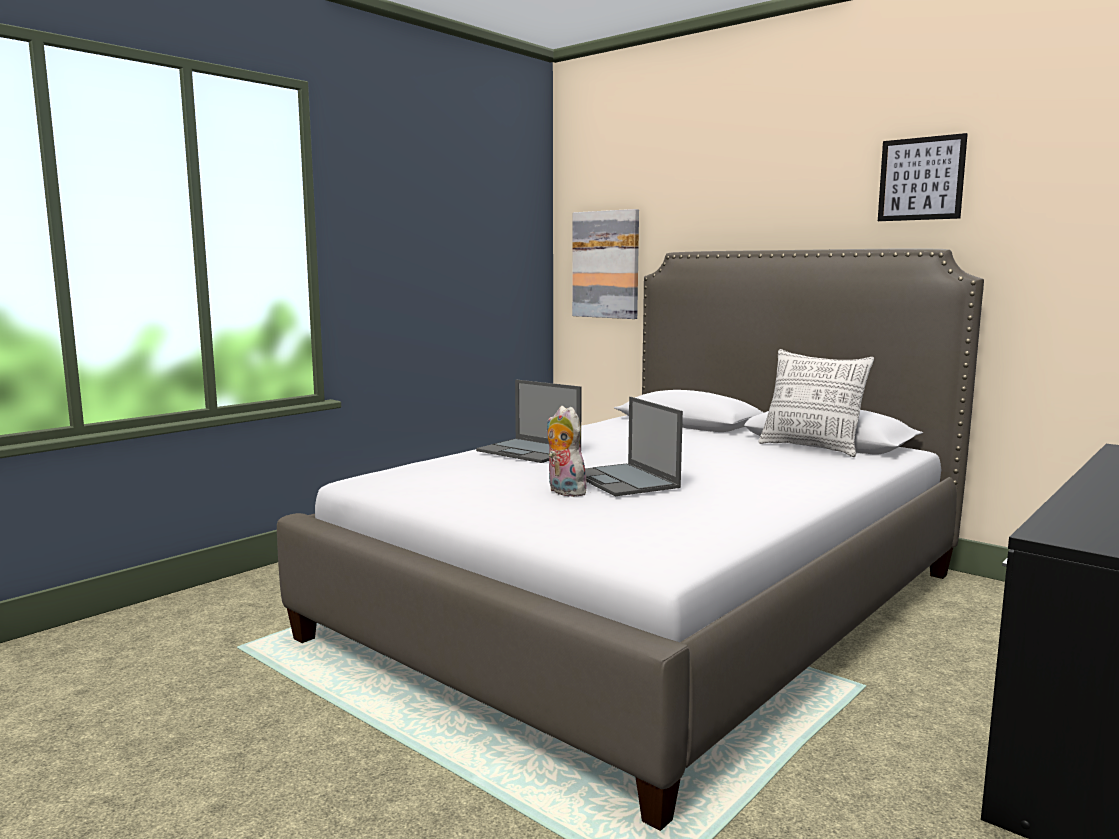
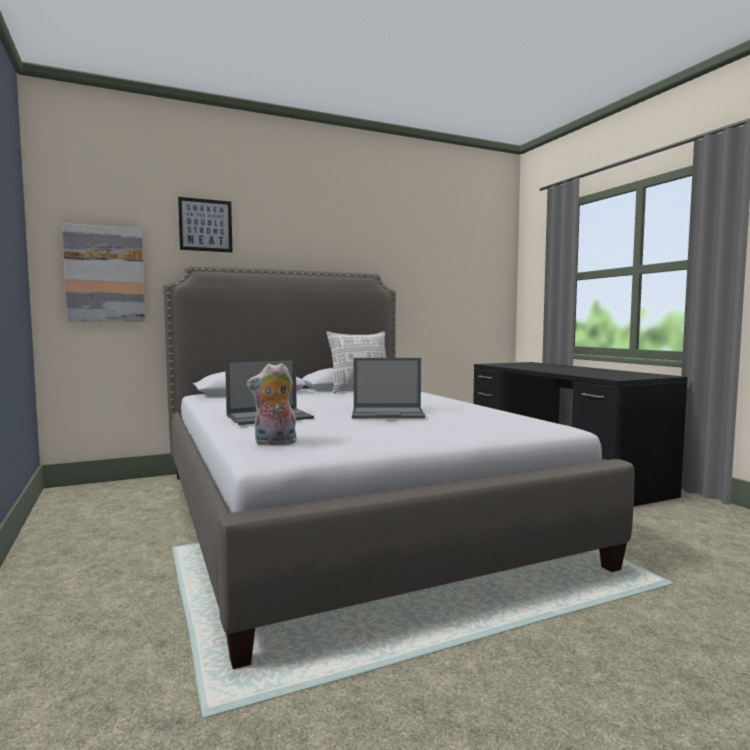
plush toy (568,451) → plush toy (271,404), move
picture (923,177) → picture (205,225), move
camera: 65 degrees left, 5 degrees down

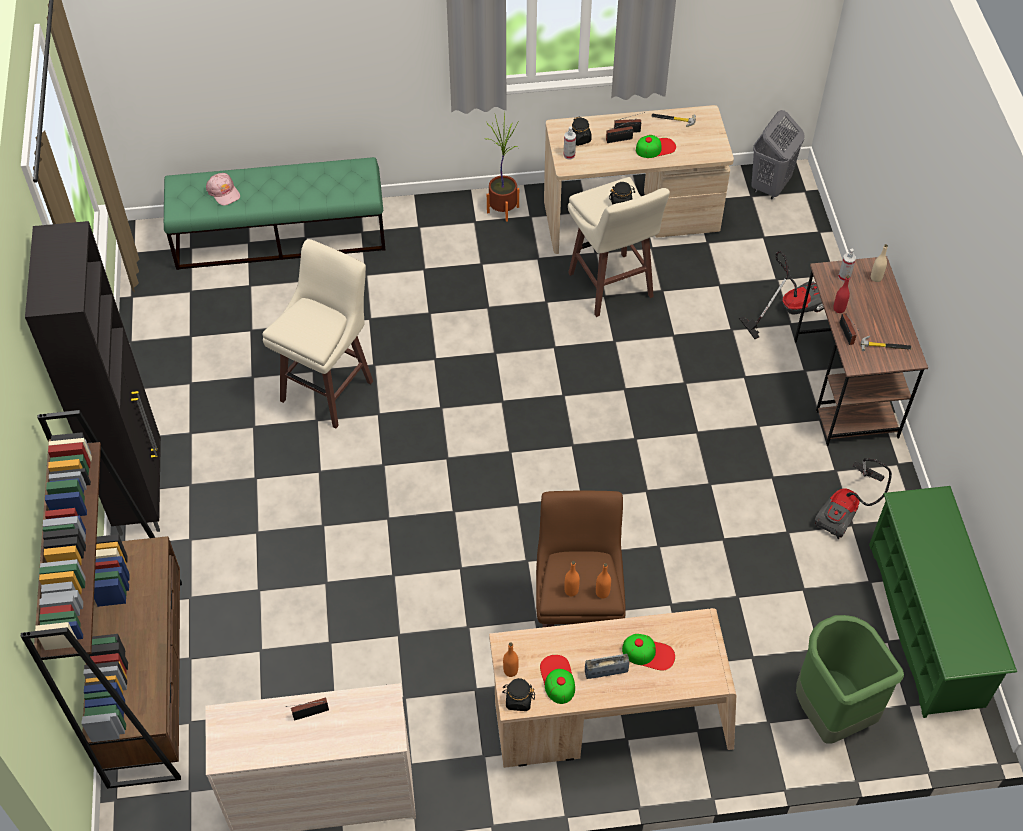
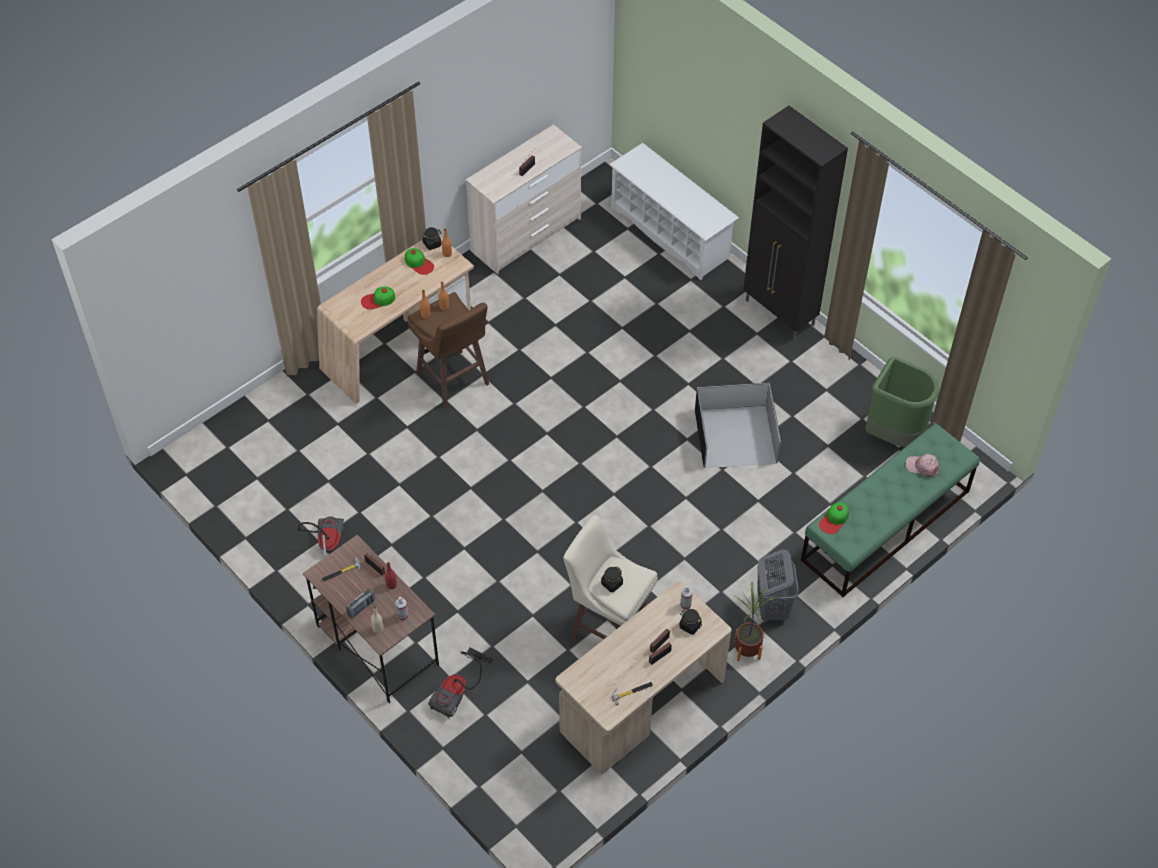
brown bookcase (101,599) → white shoe rack (674,211)
beige stool (317,333) → black storage box (738,425)
radio (607,666) → radio (360,603), move
cap (656,146) → cap (834,518), move
grey laundry basket (778,154) → grey laundry basket (778,585), move
green trash can (850,679) → green trash can (902,402), move
green shoe rack (943,602) → -
camera: 145 degrees right, 0 degrees up

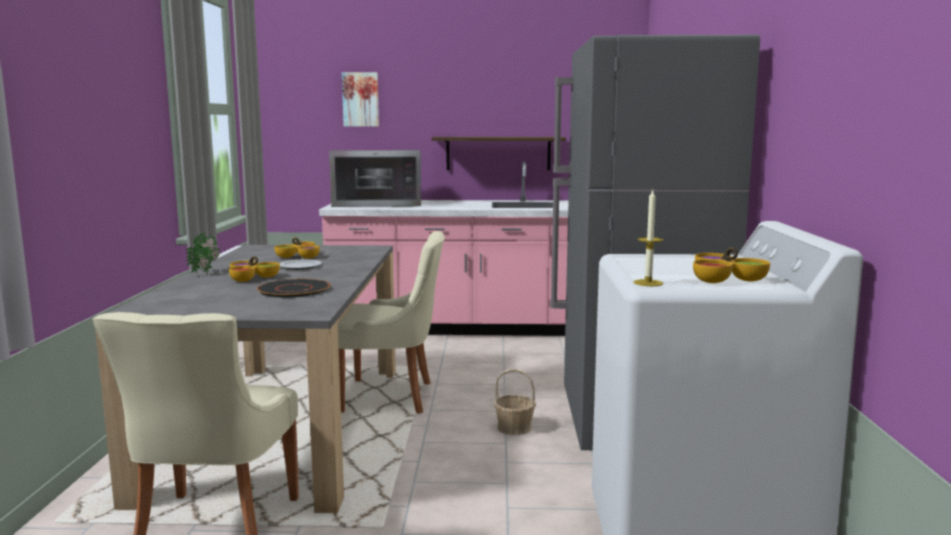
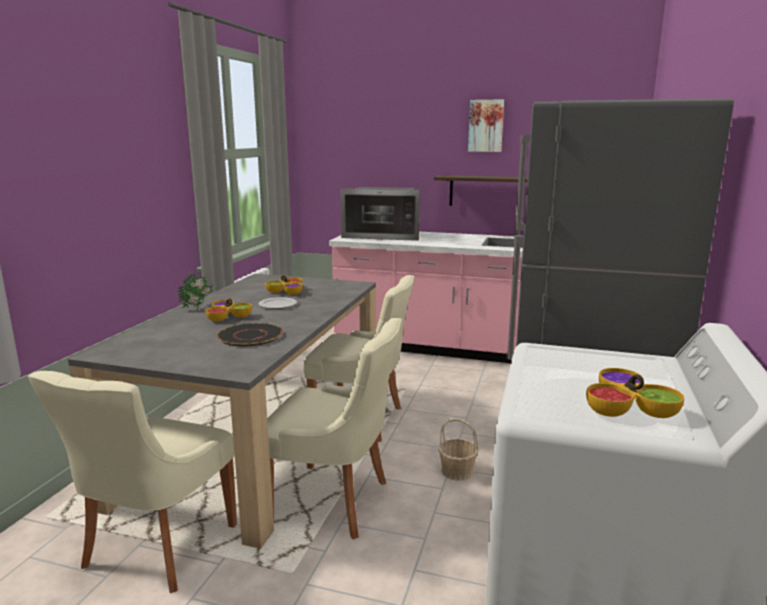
picture (360,99) → picture (486,125), move
candle (648,237) → -
- → beige chair (334,428)
camera: 15 degrees right, 5 degrees up

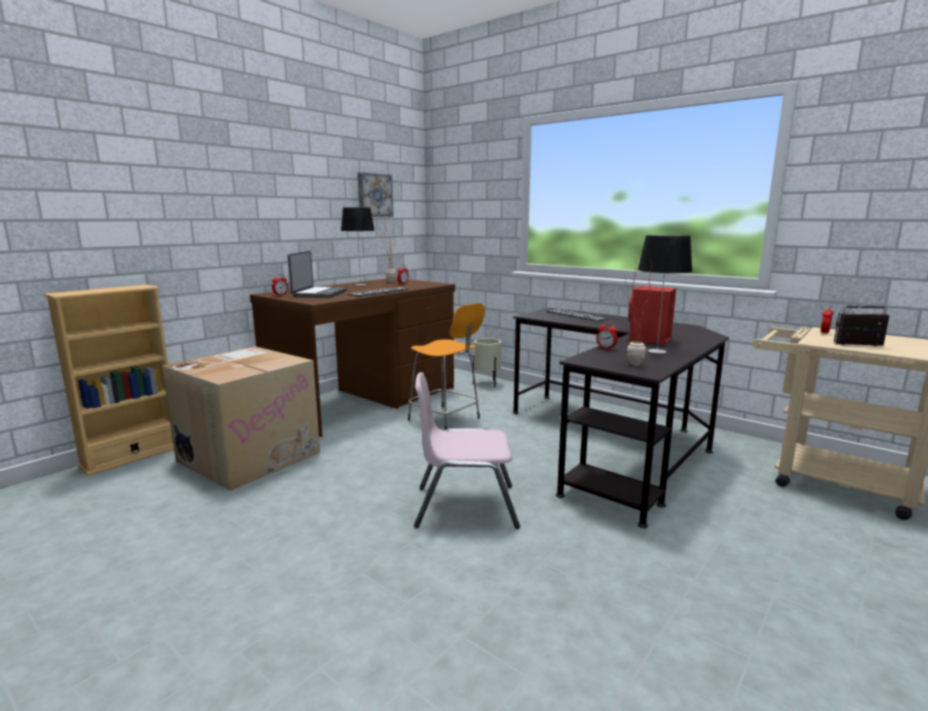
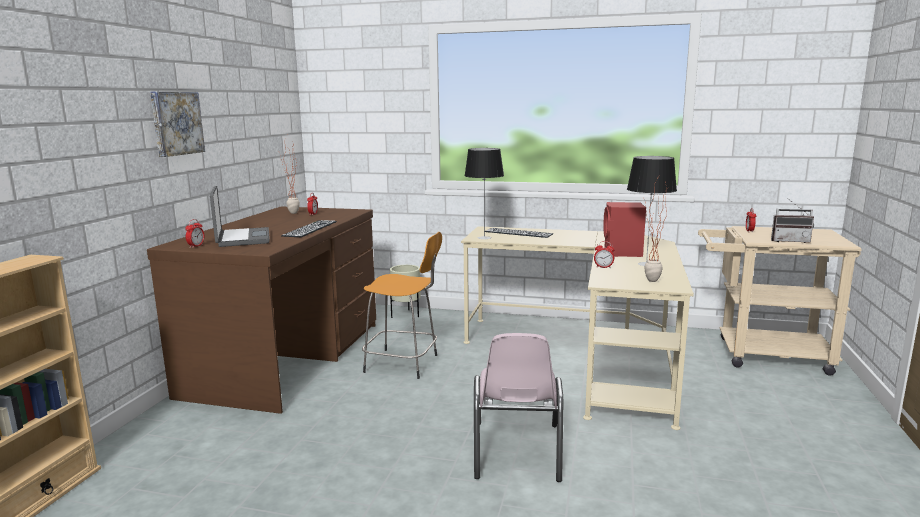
cardboard box (241,418) → -
table lamp (358,246) → table lamp (484,193), move
picture (375,194) → picture (177,124), move
pink chair (467,450) → pink chair (518,407), 60 degrees counterclockwise
black desk (621,418) → beige desk (577,328)
radio (862,322) → radio (792,221), 150 degrees counterclockwise
camera: 25 degrees left, 0 degrees up

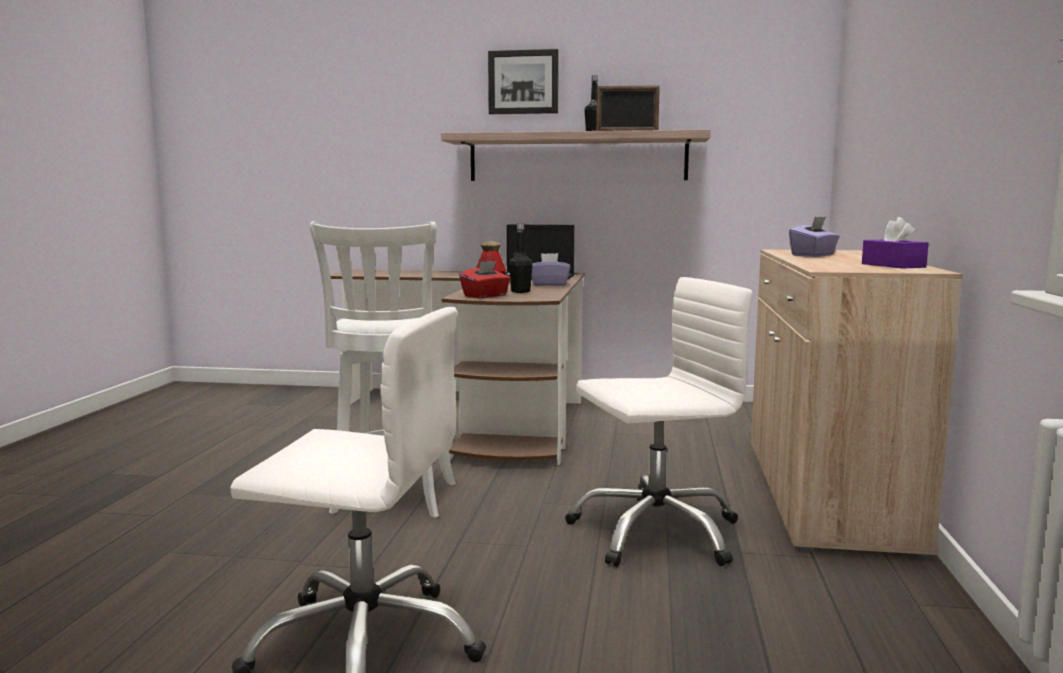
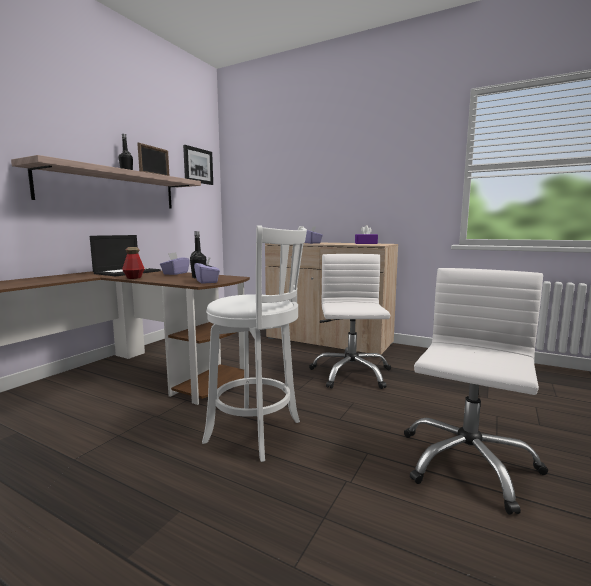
red tissue box (485,279) → purple tissue box (207,270)
picture (523,81) → picture (198,165), move
camera: 70 degrees left, 0 degrees up

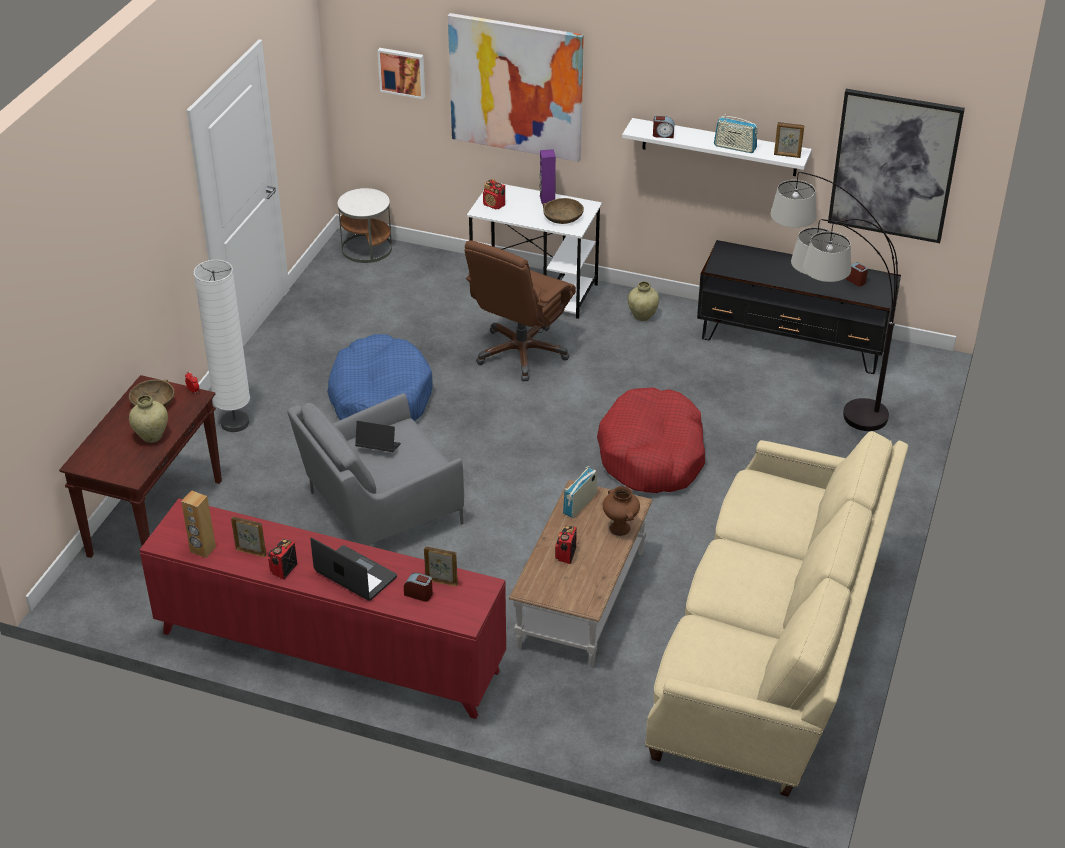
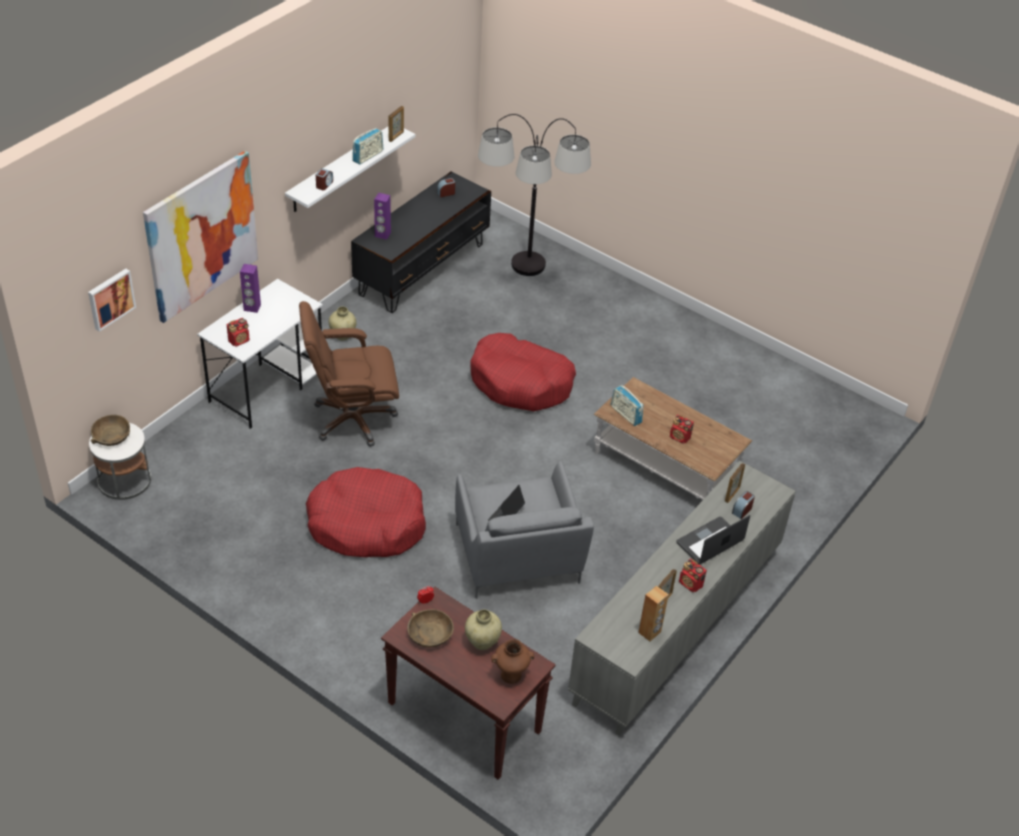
red cabinet (323,608) → grey cabinet (681,598)
white floor lamp (221,346) → -
blue dog bed (380,377) → red dog bed (366,512)
brown office chair (520,311) → brown office chair (349,374), 120 degrees clockwise
brown bowl (563,211) → brown bowl (110,430), move
brown vase (621,511) → brown vase (512,661), move
beige sofa (776,613) → -
picture (896,166) → -
- → purple speaker (382,216)
camera: 75 degrees left, 5 degrees up

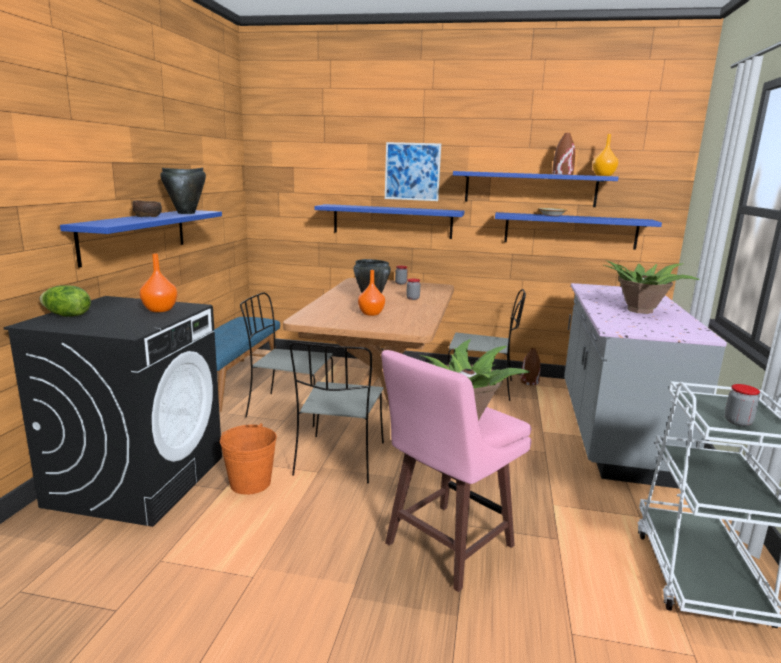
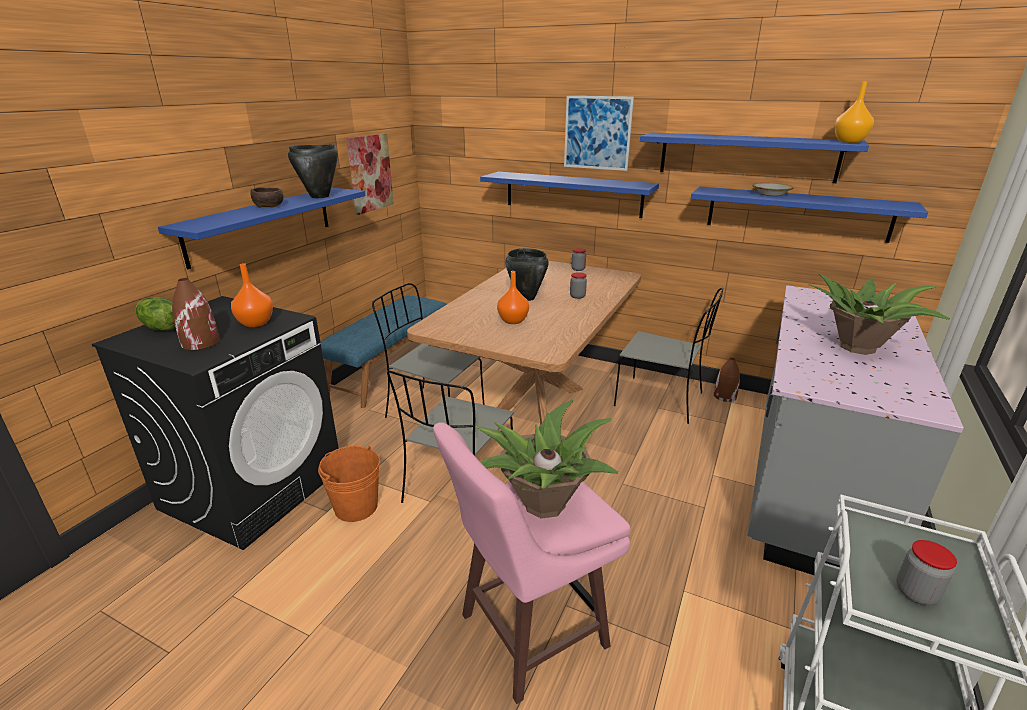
brown vase (563,154) → brown vase (196,314), move
- → picture (370,174)
camera: 15 degrees right, 10 degrees up

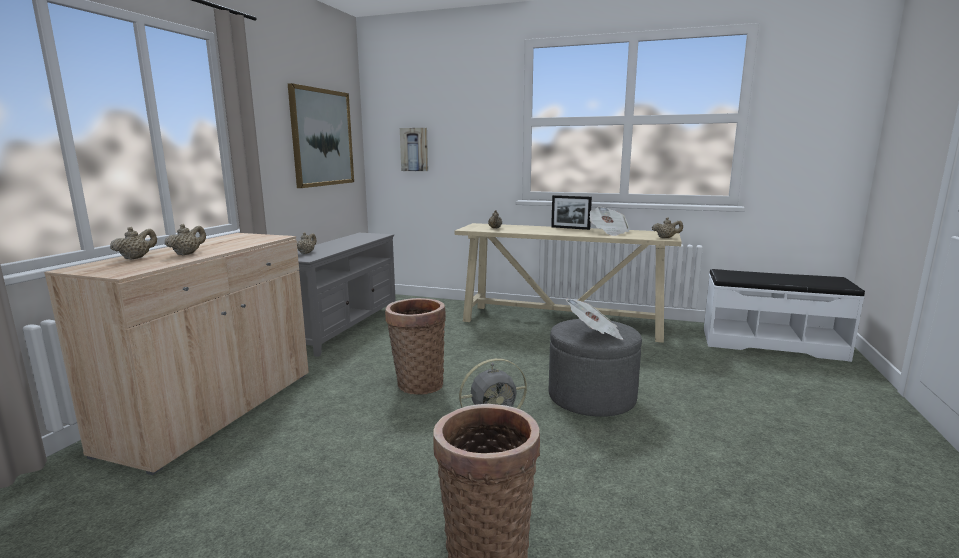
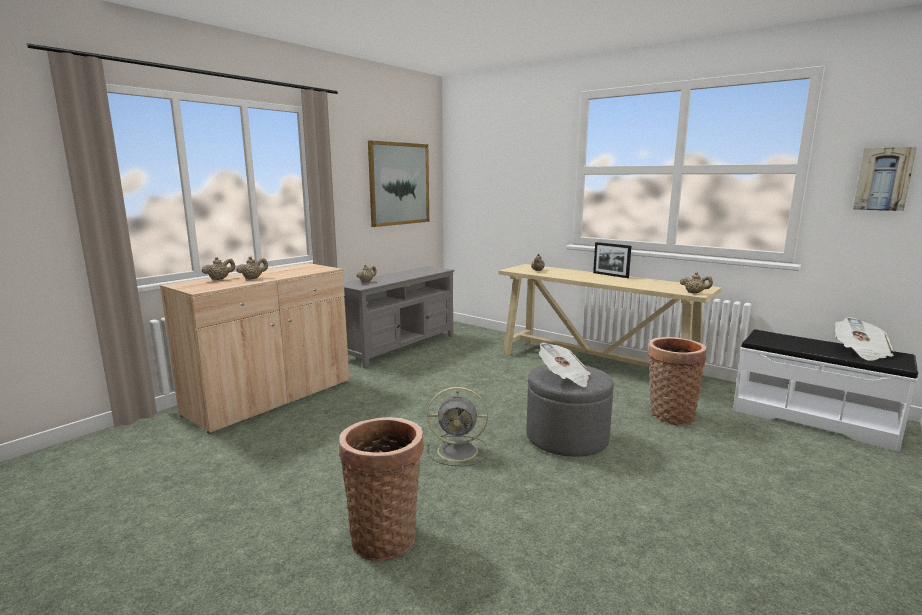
basket (415,346) → basket (677,381), move
picture (414,149) → picture (885,179), move
newspaper (609,221) → newspaper (864,339), move
camera: 20 degrees right, 0 degrees up

